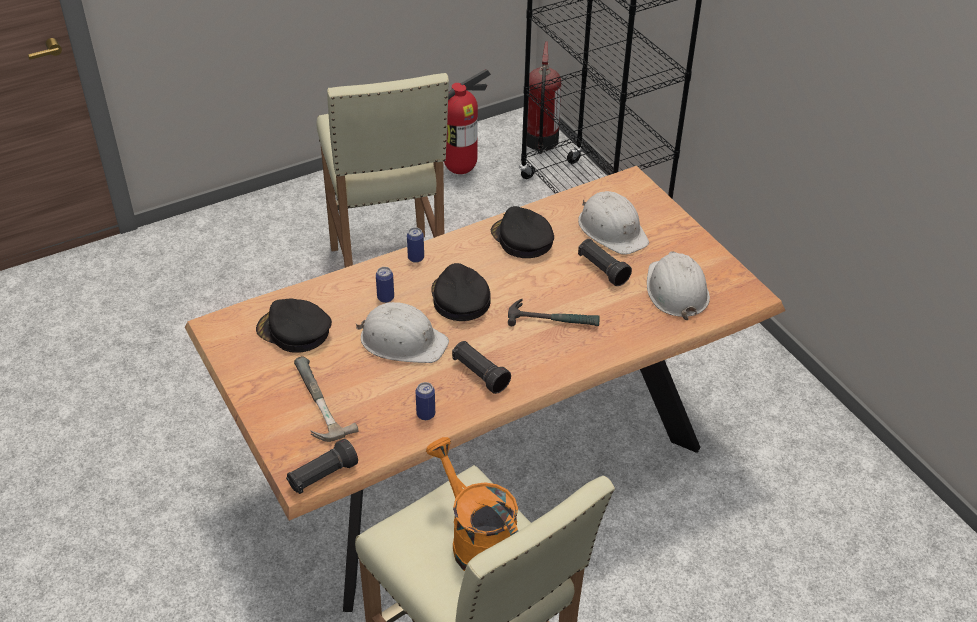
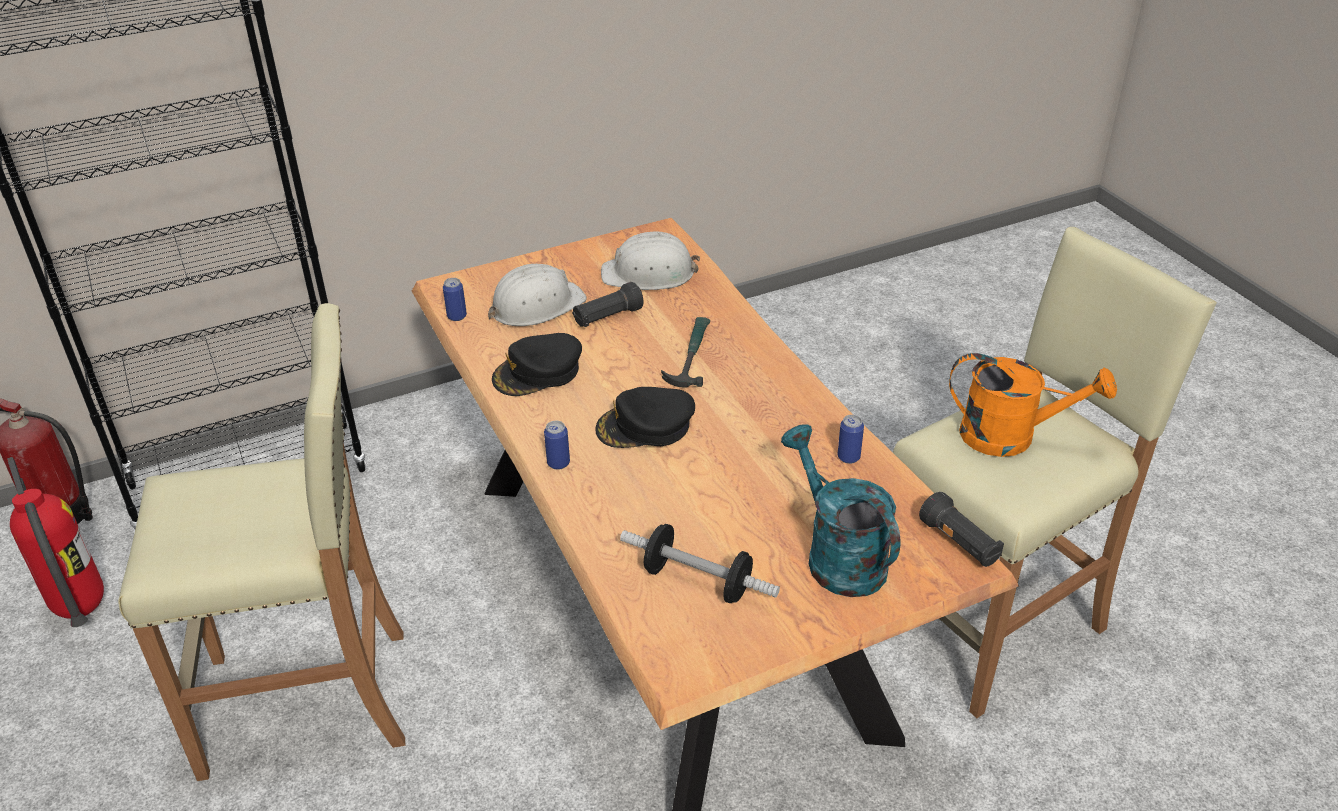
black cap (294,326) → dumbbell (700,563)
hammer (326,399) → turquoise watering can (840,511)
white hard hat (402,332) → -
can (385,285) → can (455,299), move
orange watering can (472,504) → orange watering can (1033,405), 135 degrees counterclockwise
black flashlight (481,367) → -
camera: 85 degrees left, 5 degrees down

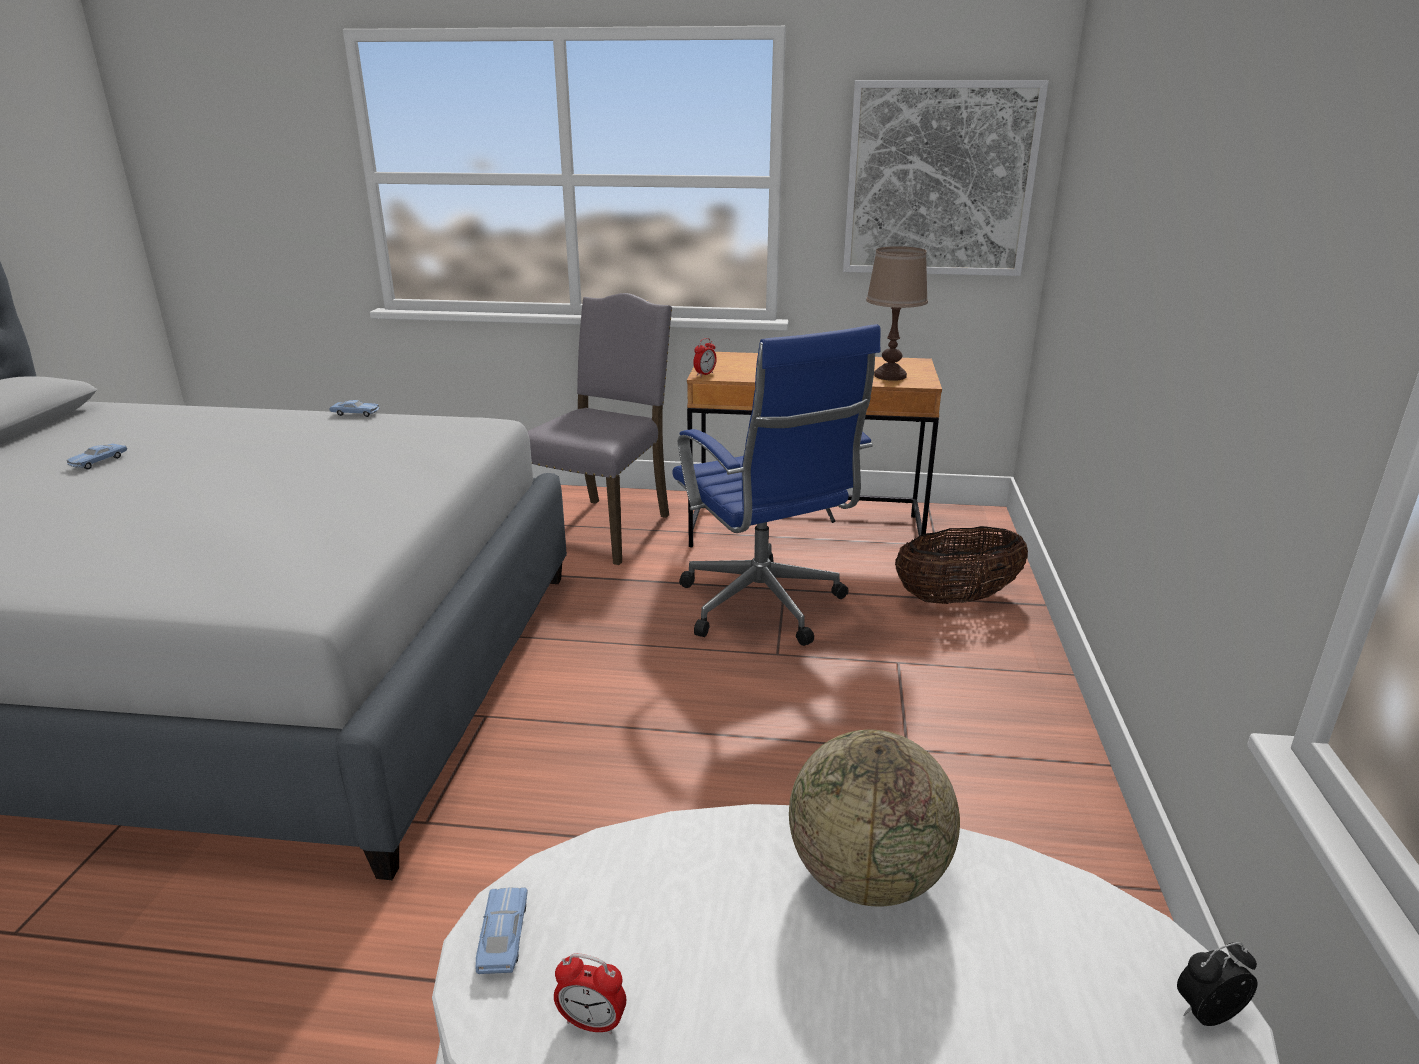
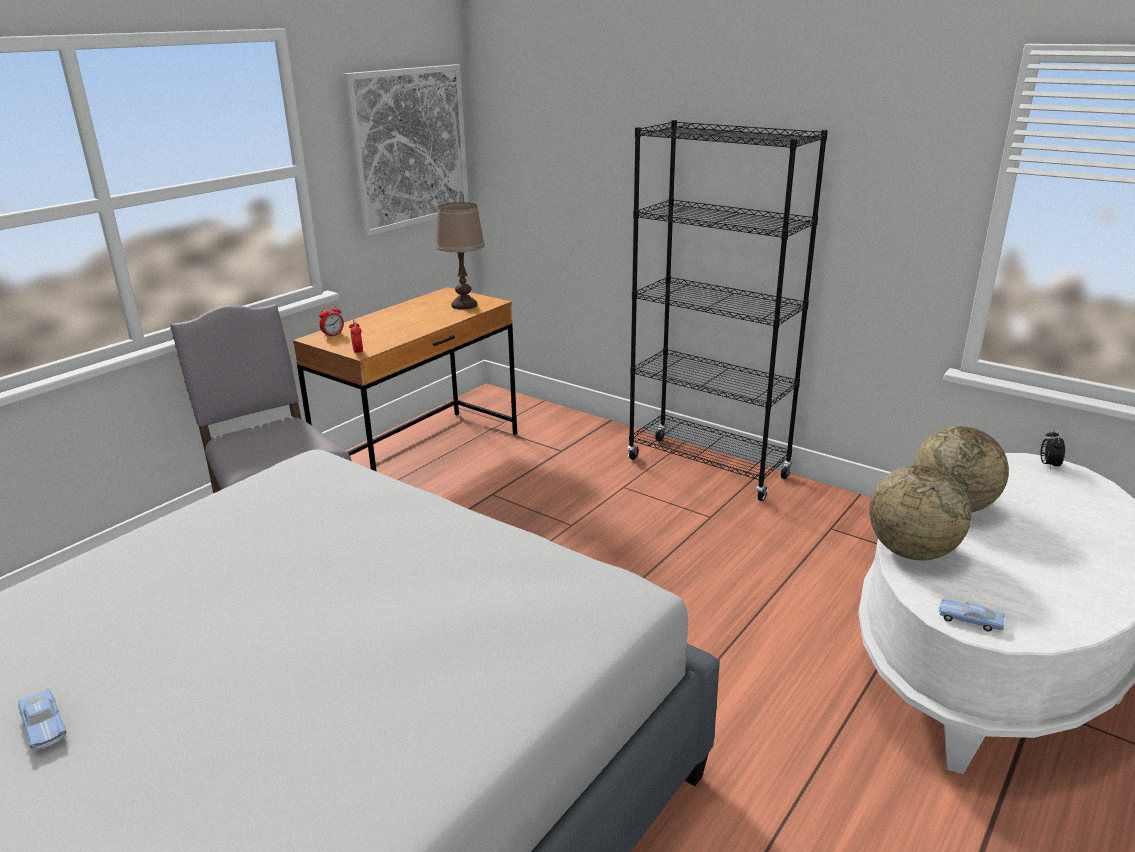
blue toy car (354,408) → -
alarm clock (590,994) → alarm clock (331,321), move
blue office chair (776,485) → -
basket (961,565) → -
- → black bookcase (728,310)
- → globe (920,512)
camera: 60 degrees left, 0 degrees up

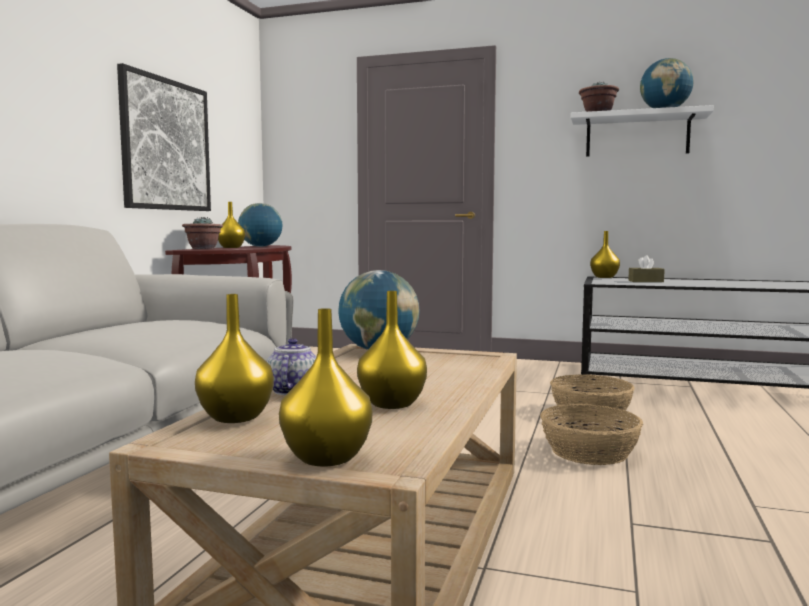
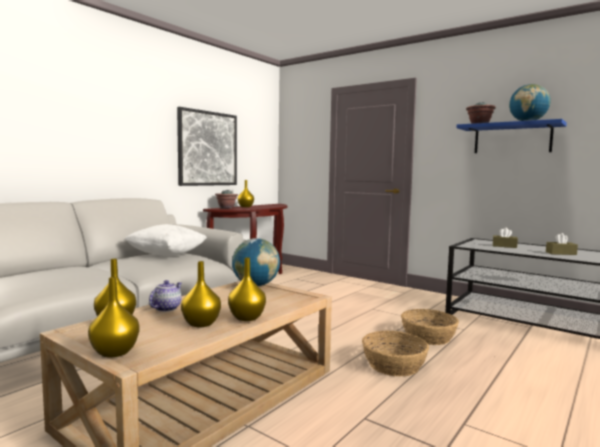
globe (260,225) → -
white shelf (642,131) → blue shelf (511,136)
yellow vase (605,254) → yellow vase (247,289), move
- → white pillow (165,240)
- → brown tissue box (562,244)
camera: 20 degrees right, 0 degrees up

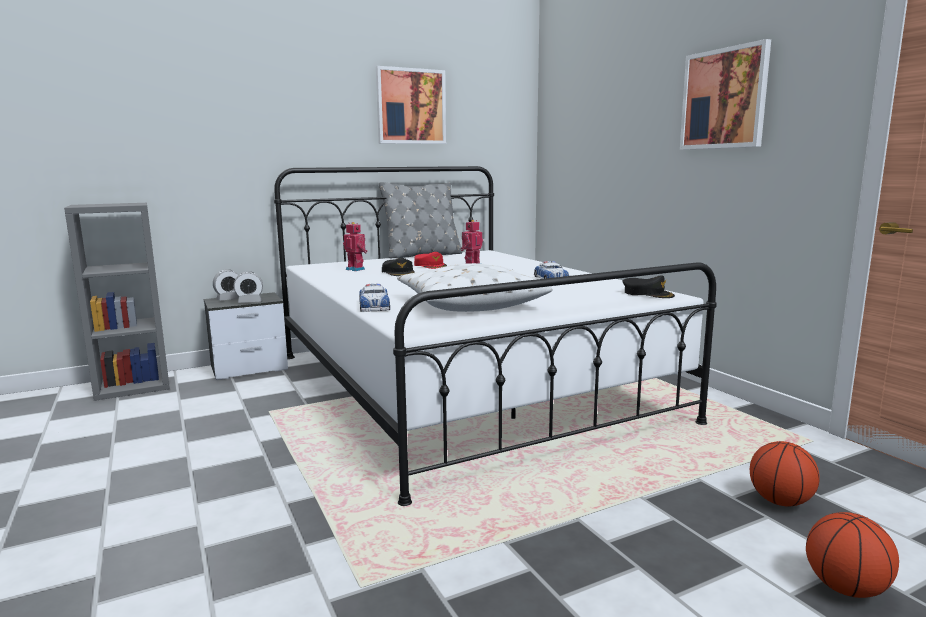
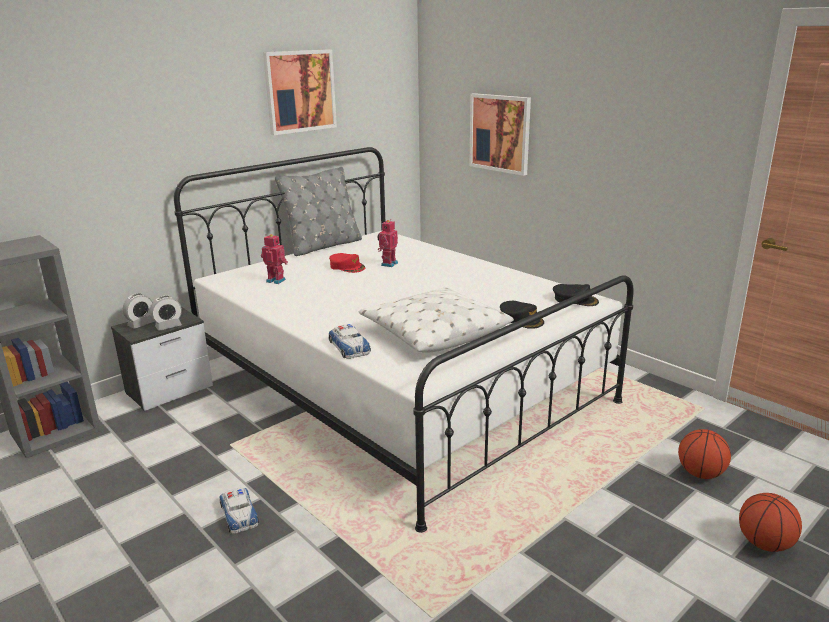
black cap (398,267) → black cap (522,315), move
toy car (551,270) → toy car (239,511), move
picture (725,94) → picture (500,134), move
camera: 15 degrees left, 10 degrees up

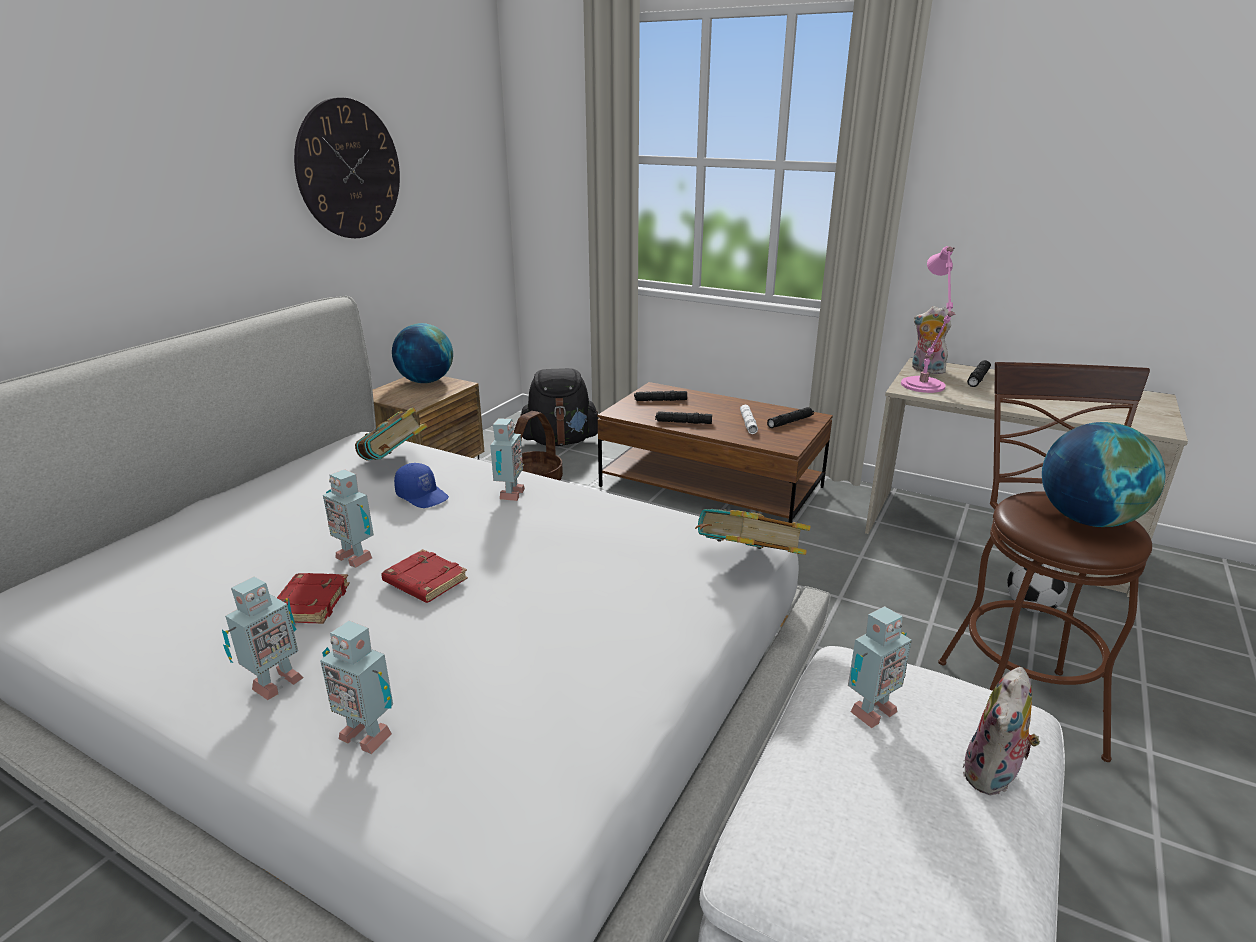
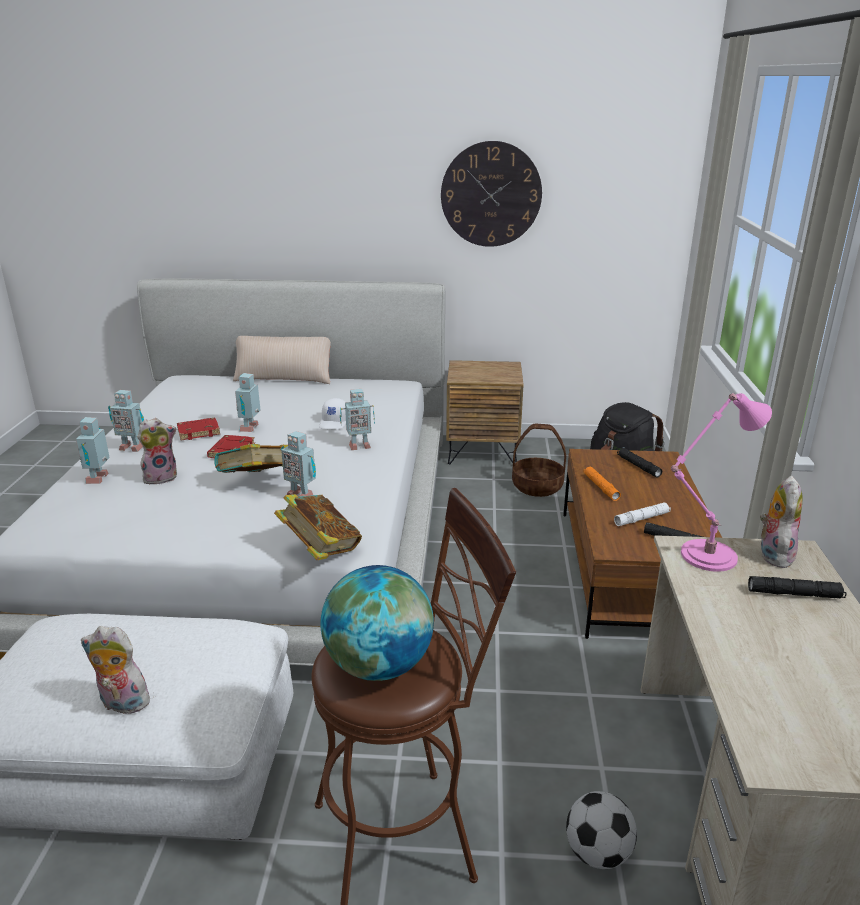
book (391,434) → book (251,458), move
globe (422,353) → -
blue cap (421,485) → white cap (332,413)
black flashlight (683,418) → orange flashlight (602,484)
toy robot (880,667) → toy robot (298,464), move
- → plush toy (157,451)
- → beige pillow (282,360)
camera: 65 degrees right, 0 degrees up

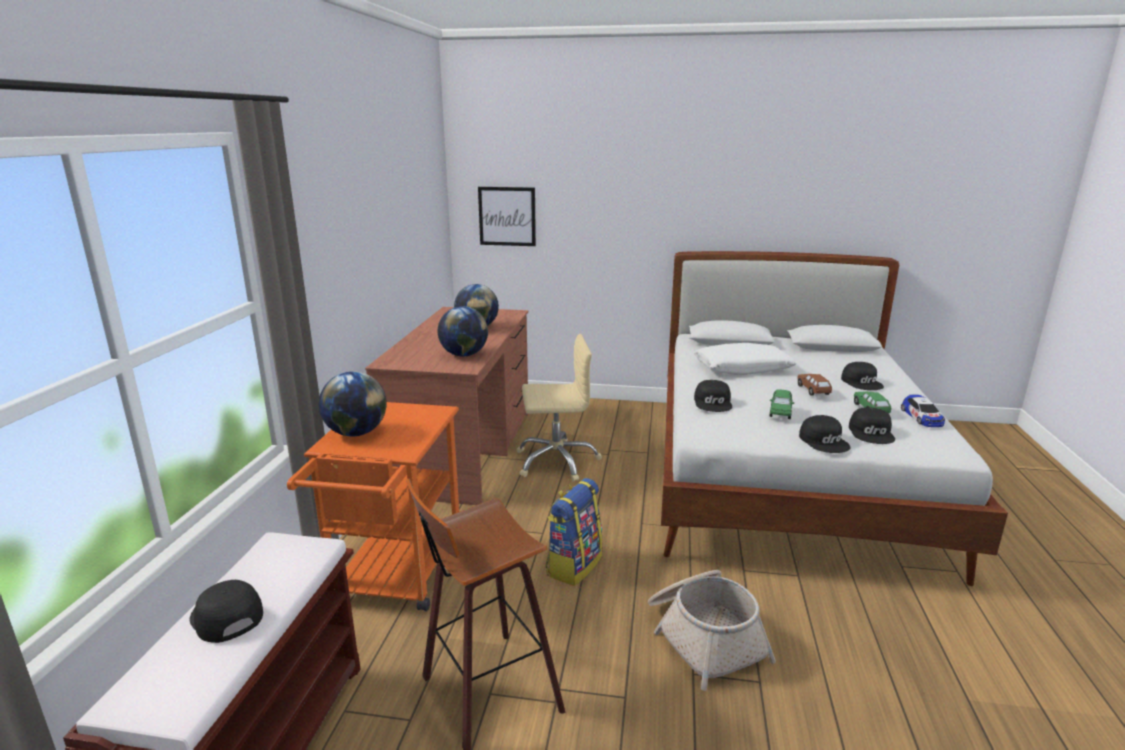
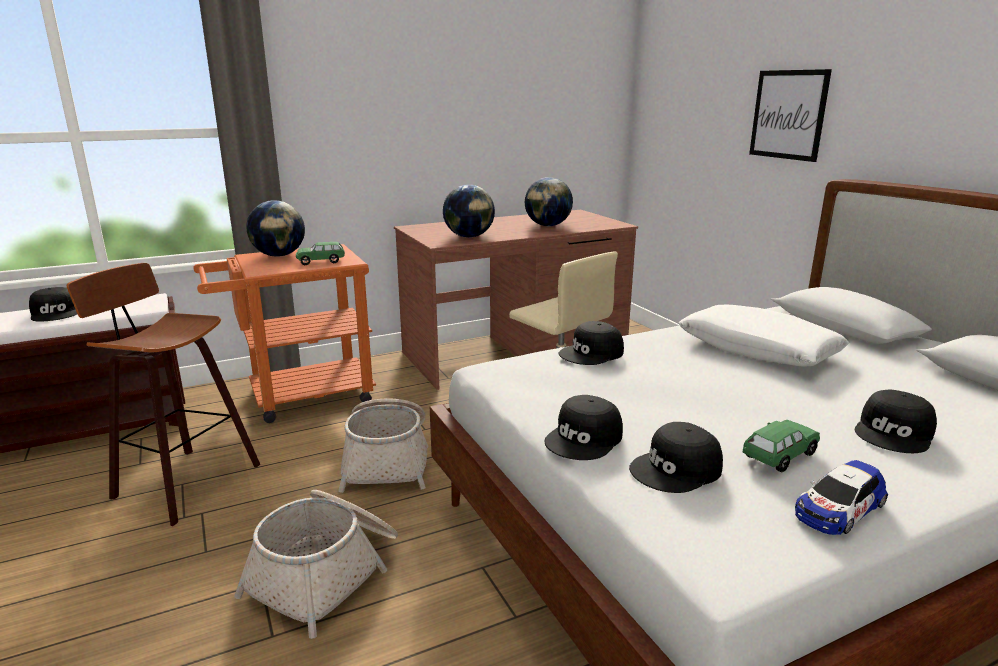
black cap (226,611) → black cap (53,304), 135 degrees clockwise
picture (507,216) → picture (790,115), move
backpack (574,532) → basket (383,446)
green toy car (782,404) → green toy car (320,253), move
brown toy car (814,385) → -
camera: 55 degrees right, 0 degrees up

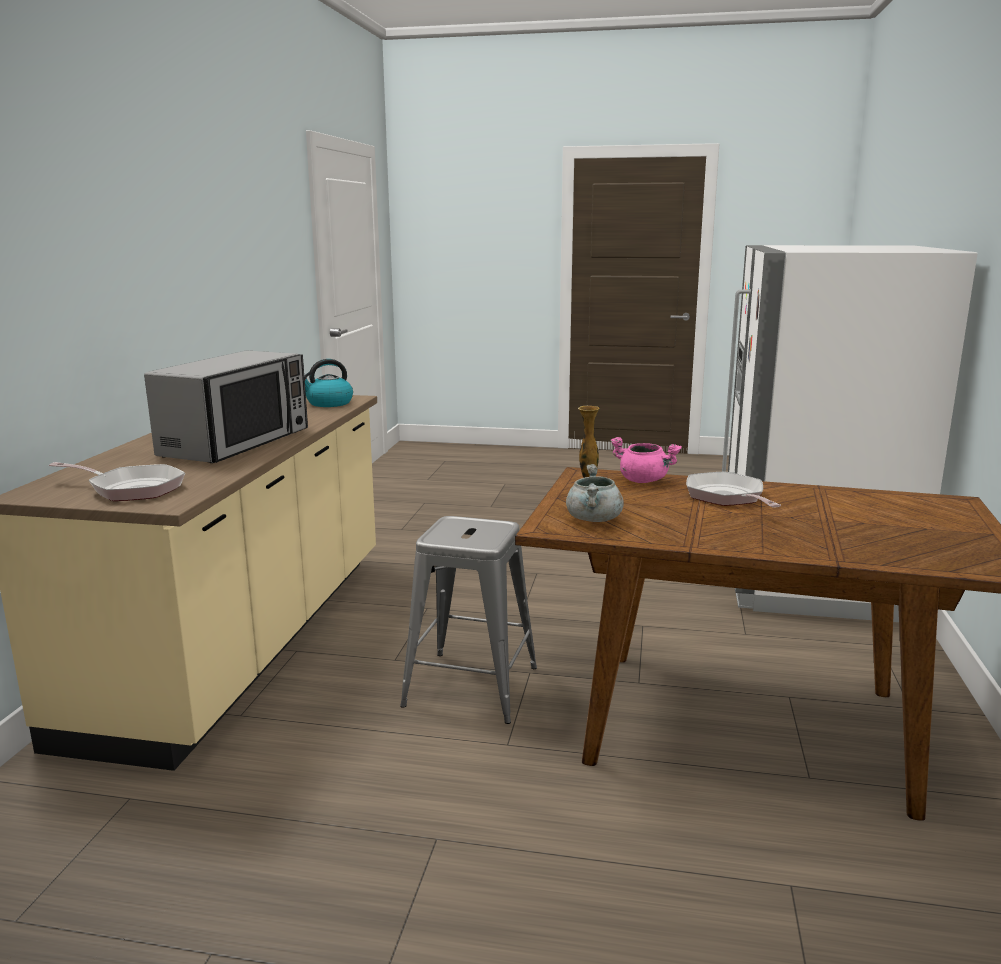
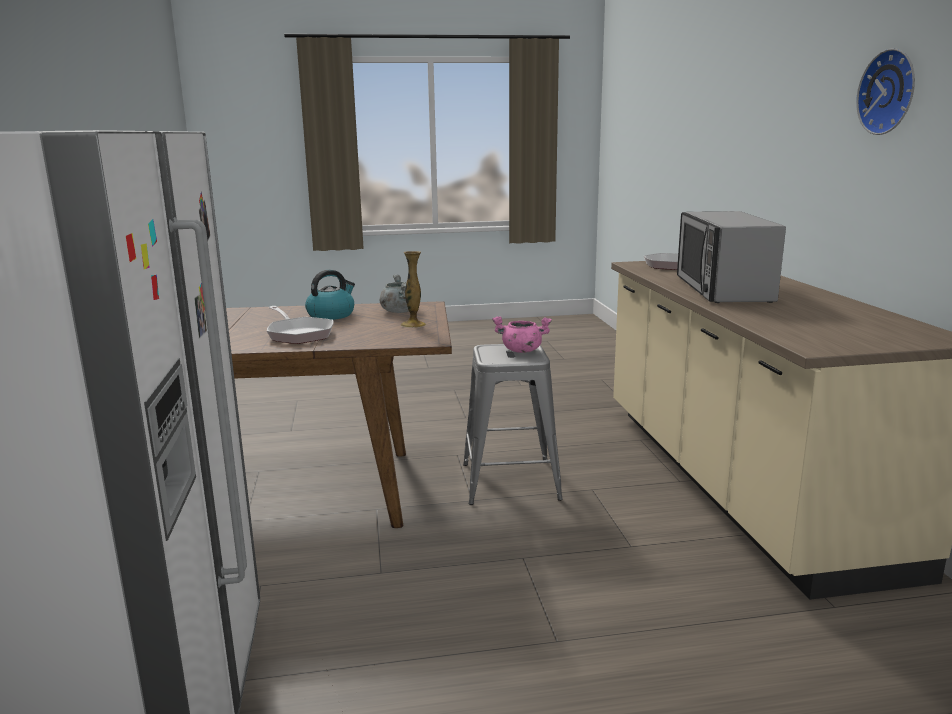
kettle (328,383) → kettle (330,295), move
pink cooking pot (646,460) → pink cooking pot (522,334), move
- → wall clock (885,91)
camera: 160 degrees right, 0 degrees up

